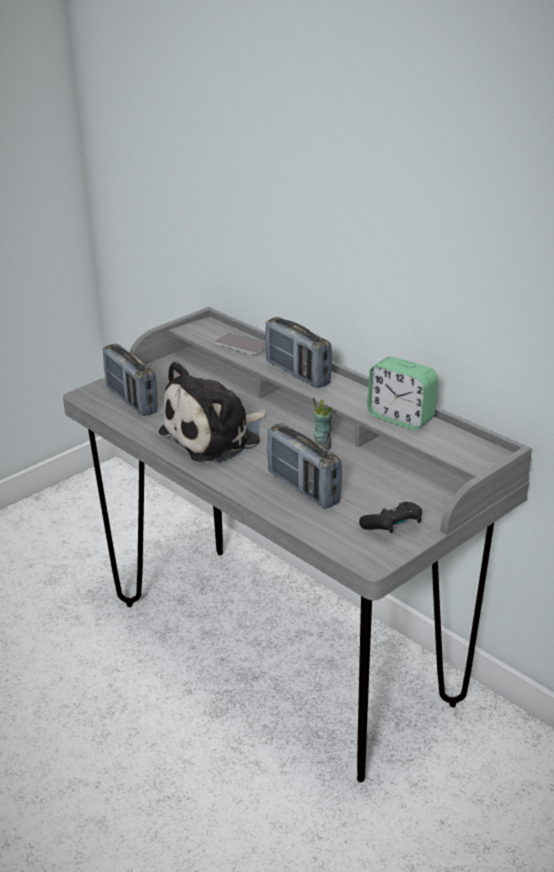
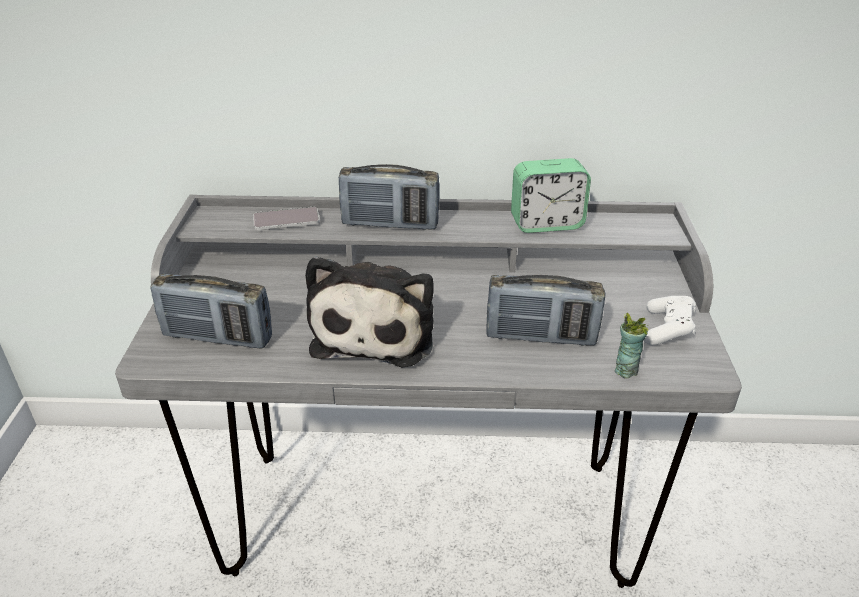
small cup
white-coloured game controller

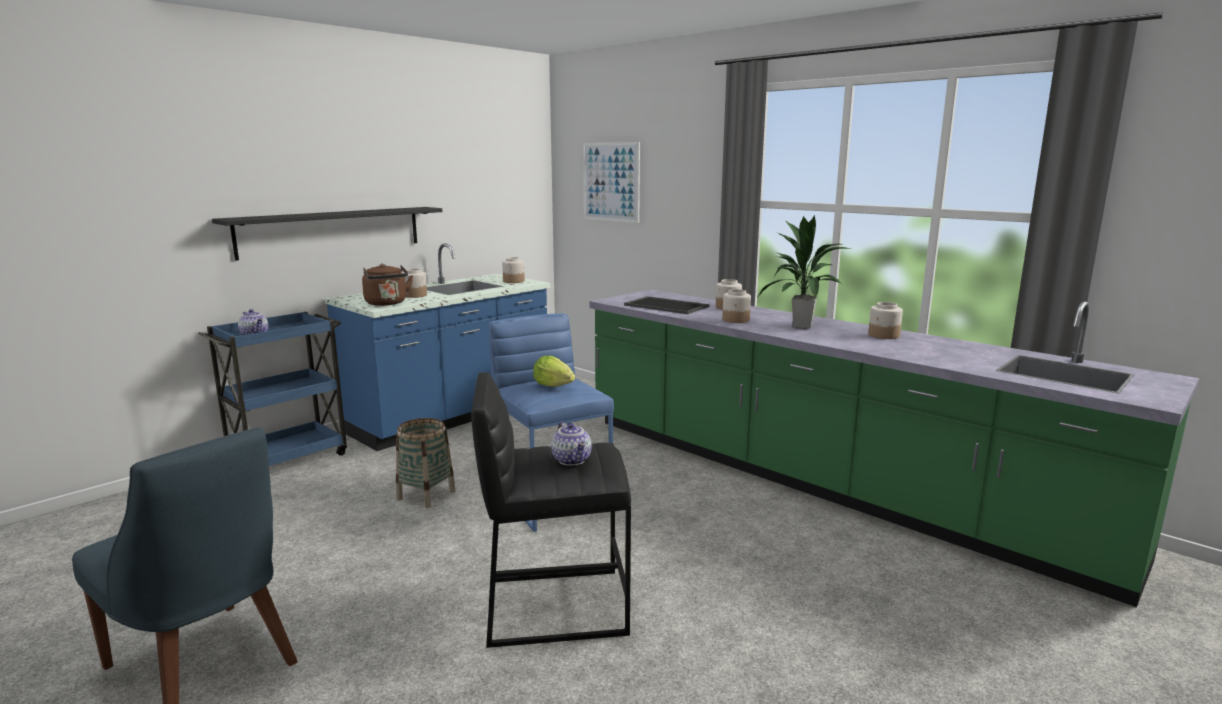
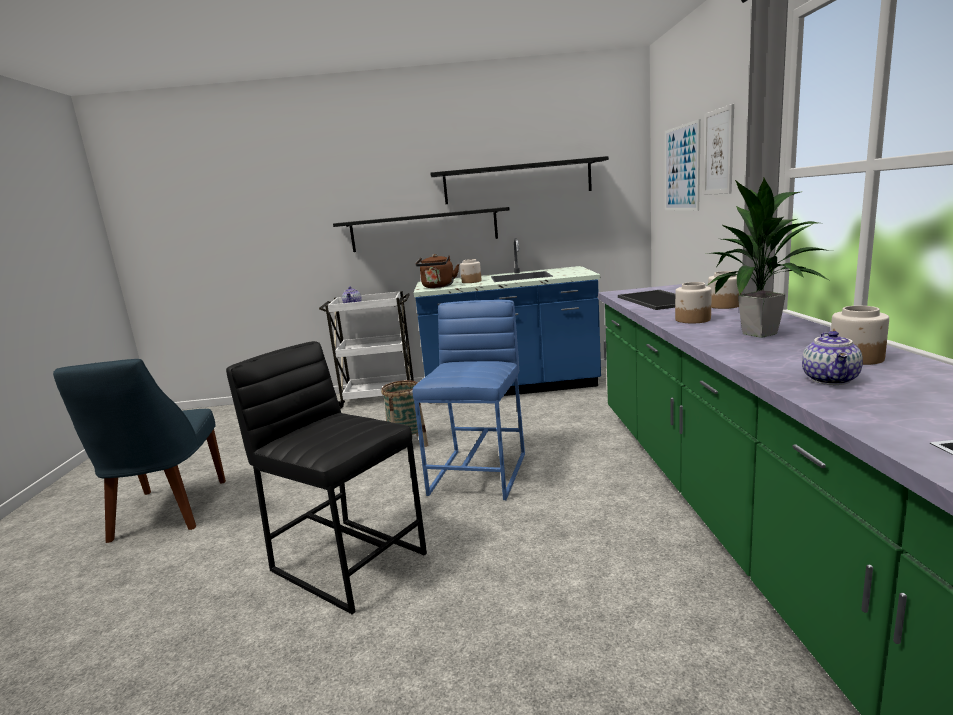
jar (2nd from left in the first image)
white-coloured wheeled cart
lettuce head
teapot (2nd from left)
wall art (2nd from left)
black shelf (2nd from left)

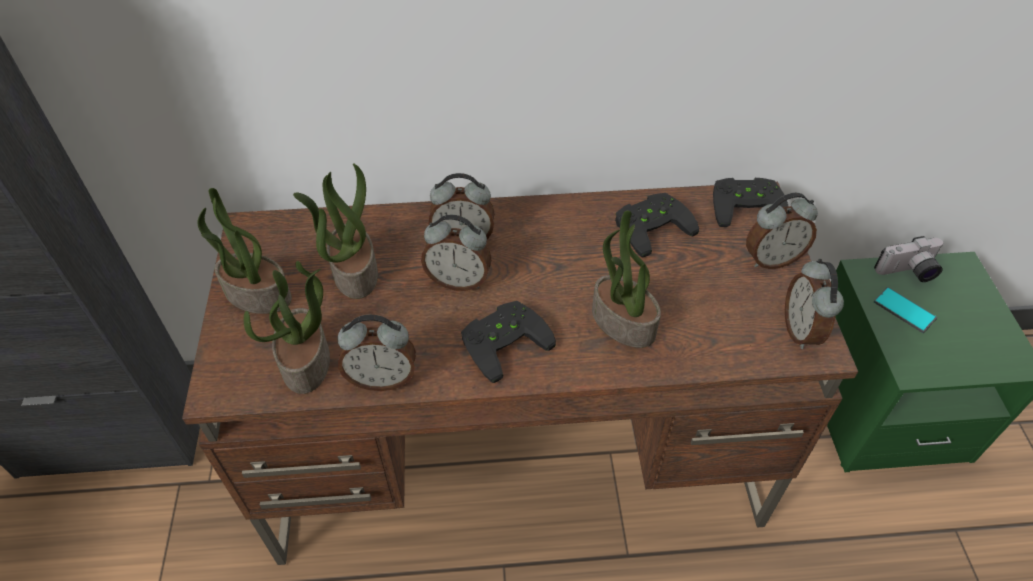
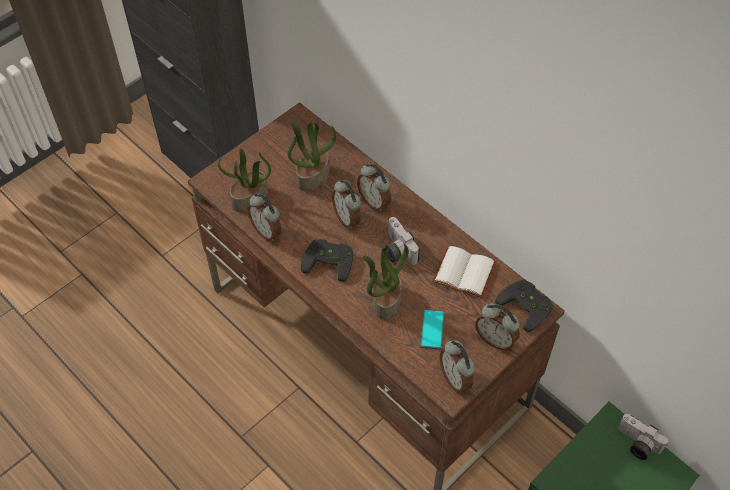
plant in a pot (1st from left in the first image)
white-coloured bound book
table clock (4th from left)
telephone
photo camera (1st from left)

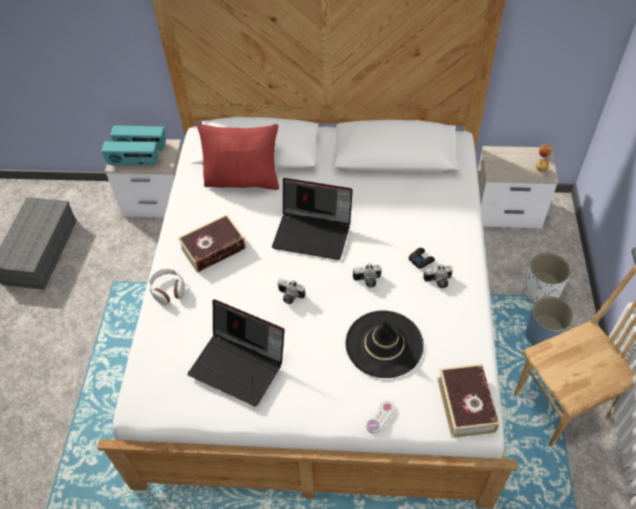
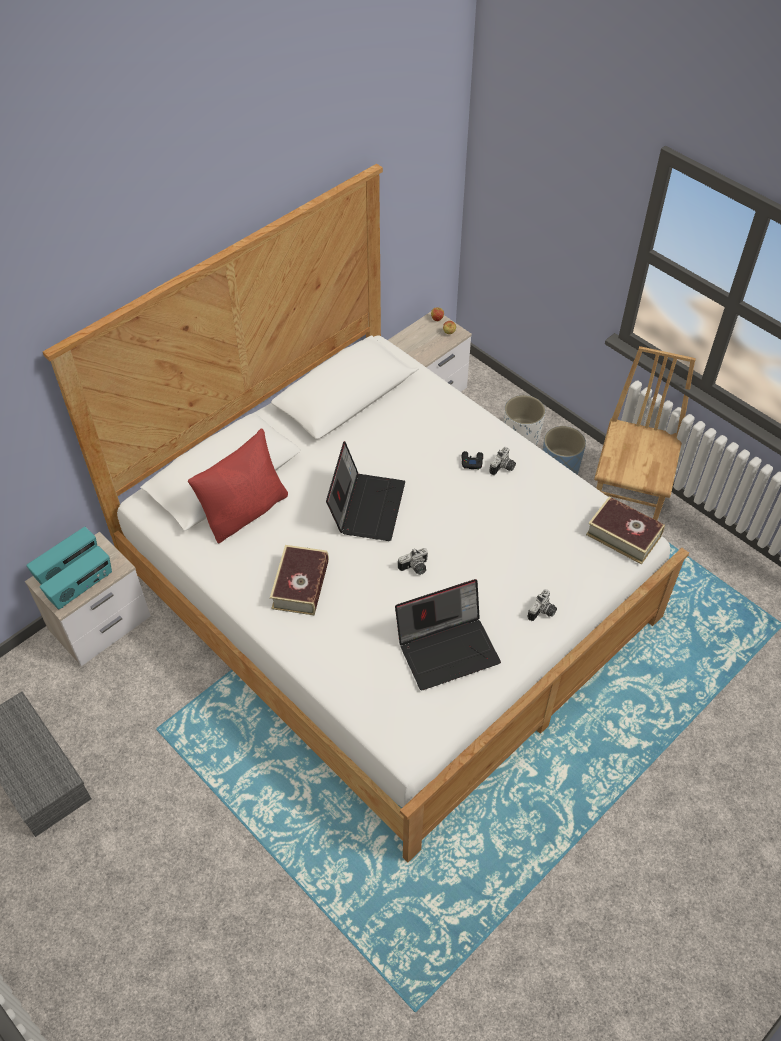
notebook computer (1st from left)
photo camera (3rd from left)
headset
black hat
white-coloured game controller

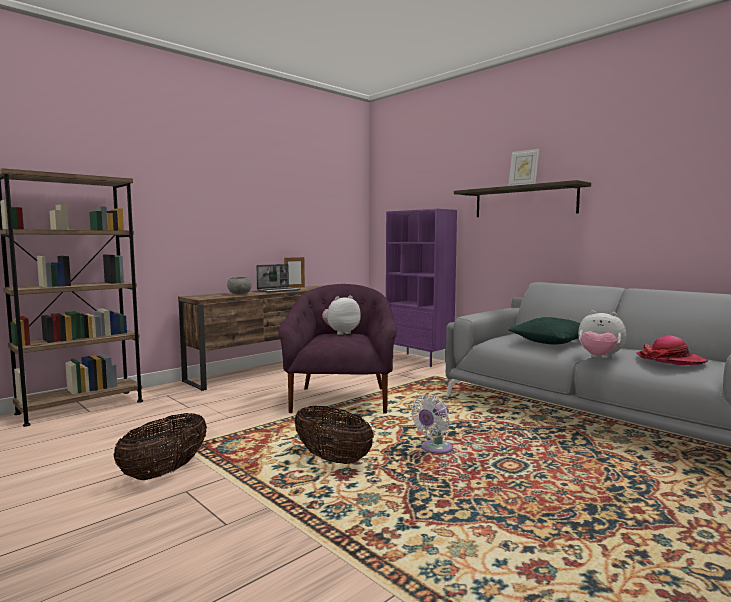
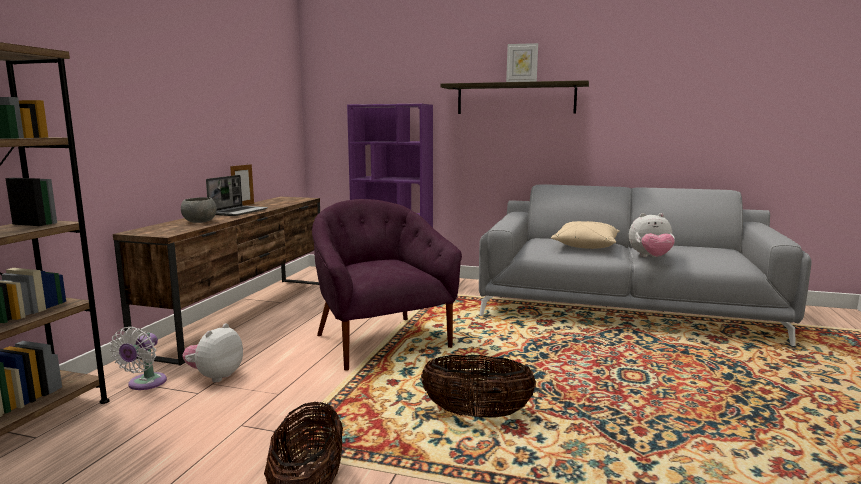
plush toy (1st from left)
beige throw pillow
hat
white-coloured fan

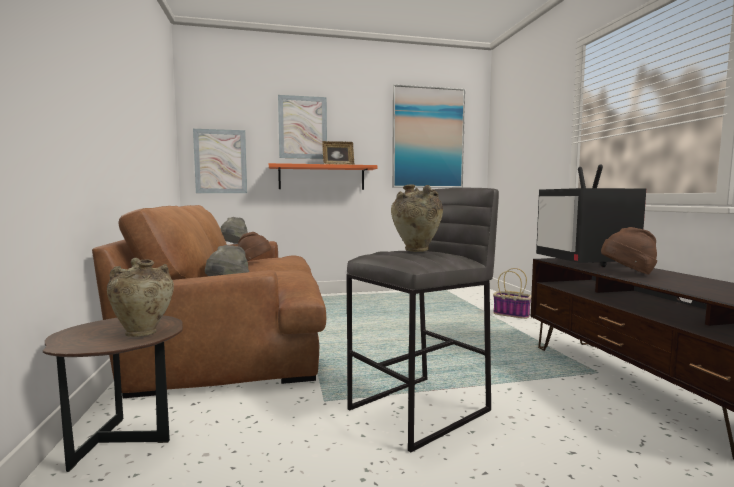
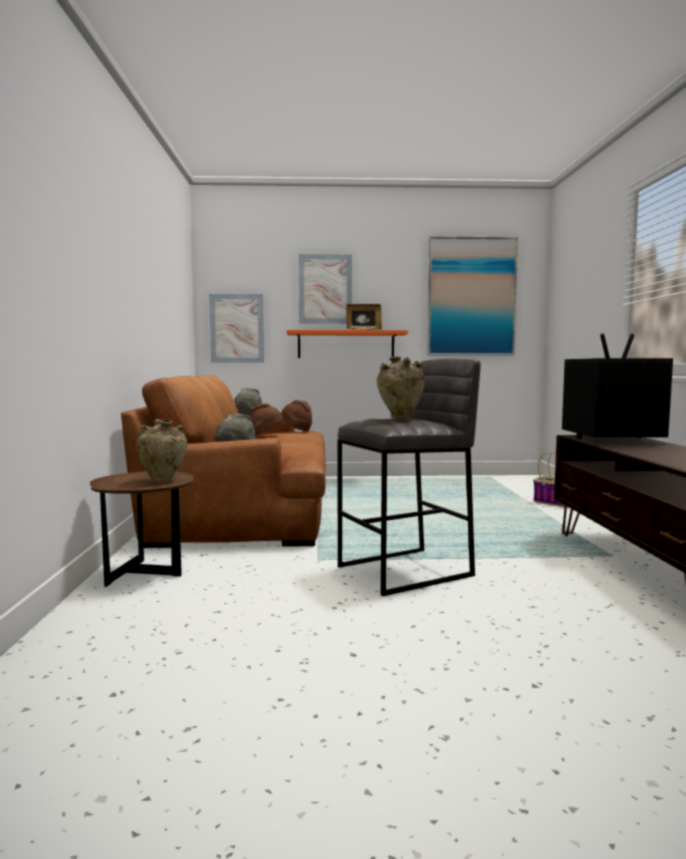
television
brown hat (2nd from left)

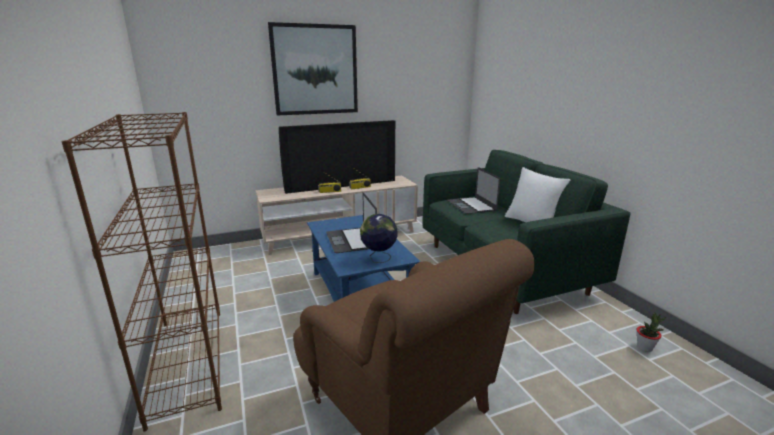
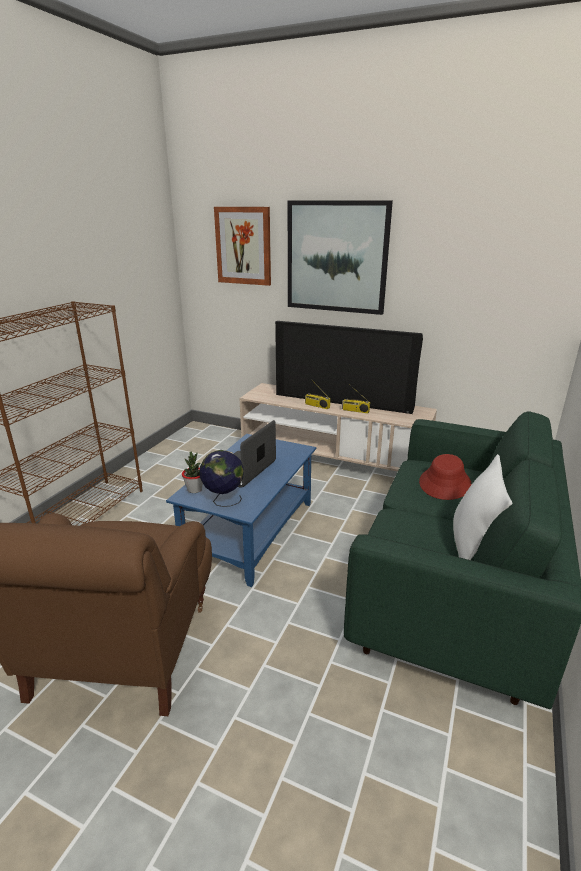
reddish hat
plant in a pot
wall art (1st from left)

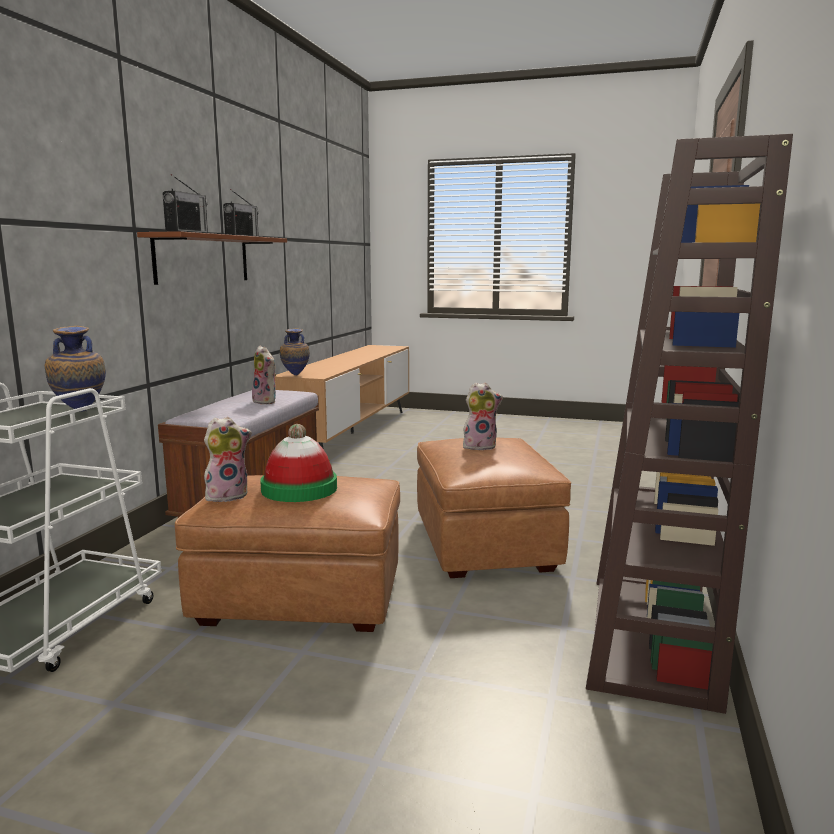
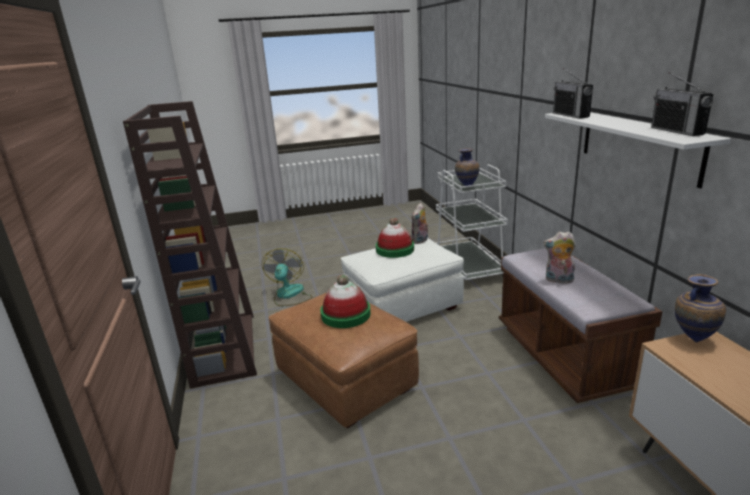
white-coloured shelf
hat (1st from left)
white-coloured ottoman
fan

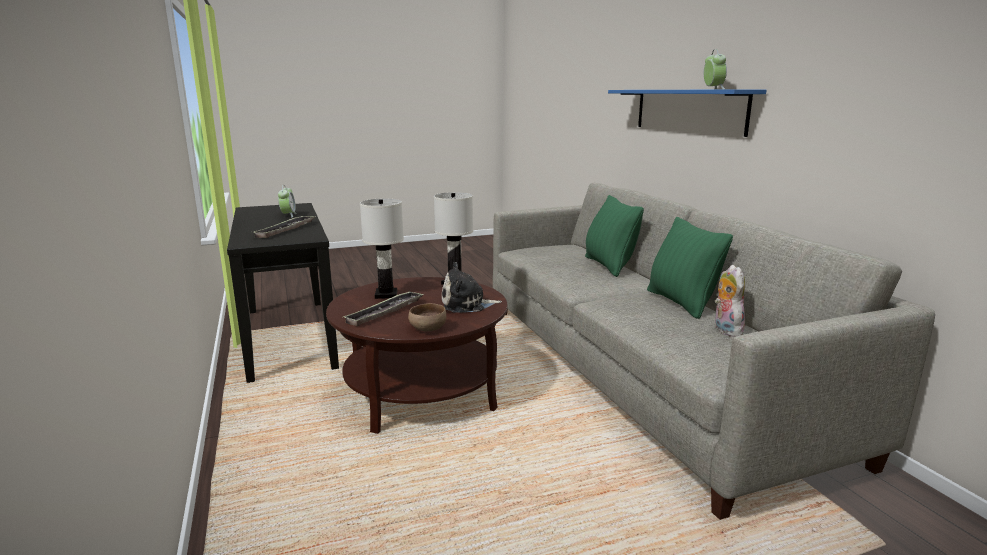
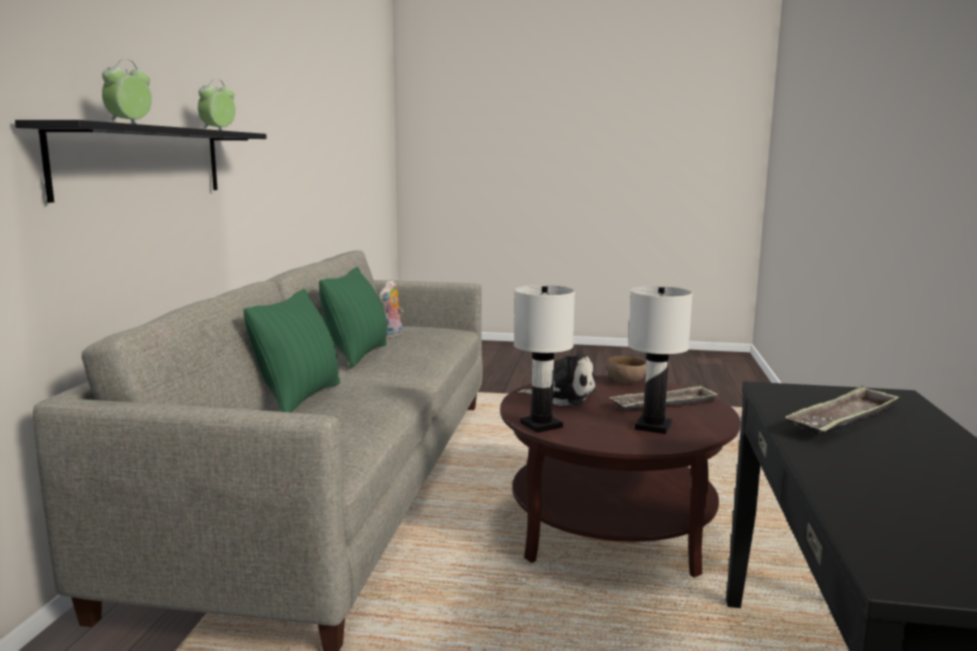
black shelf
table clock (1st from left)

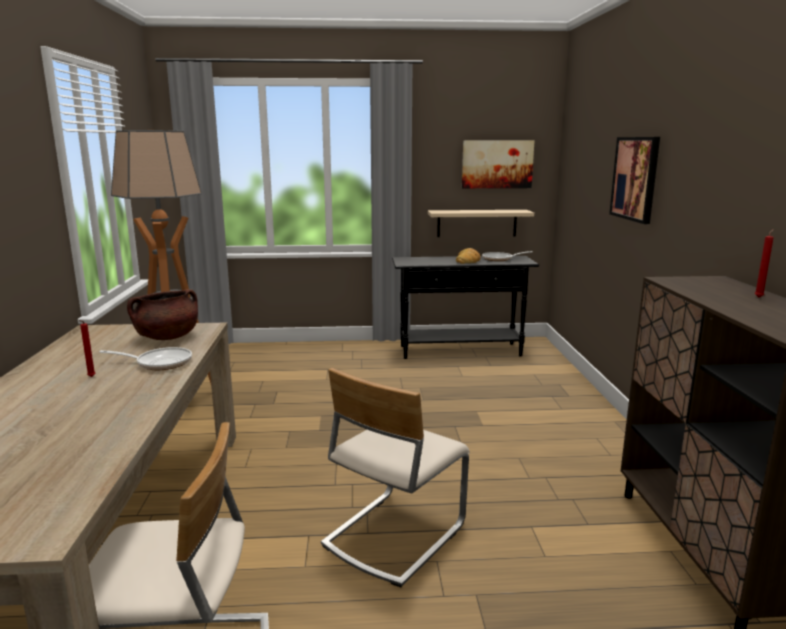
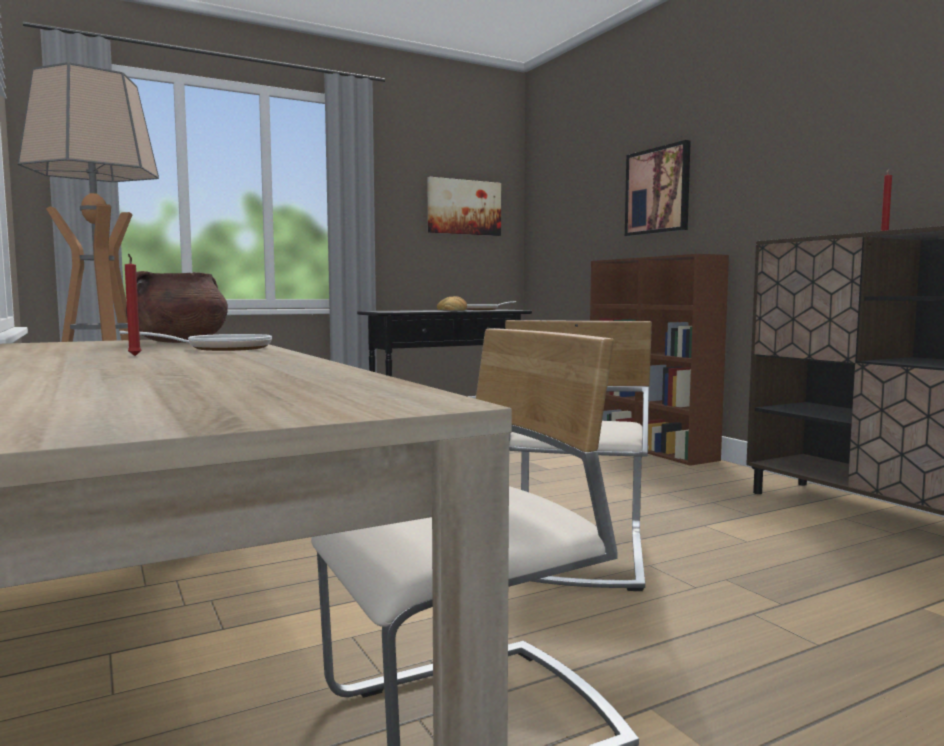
beige shelf
brown bookcase

